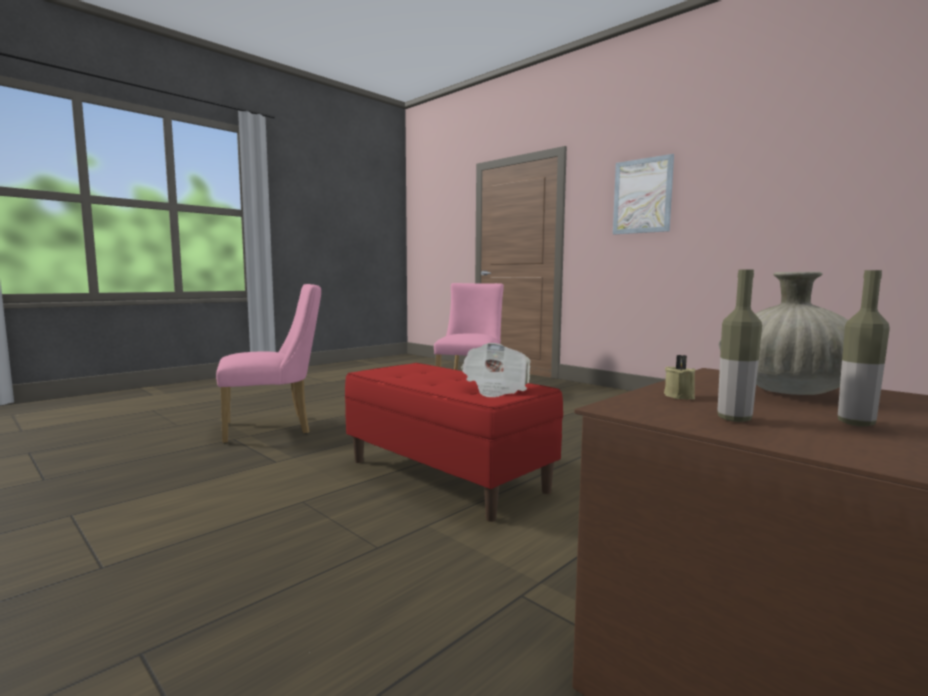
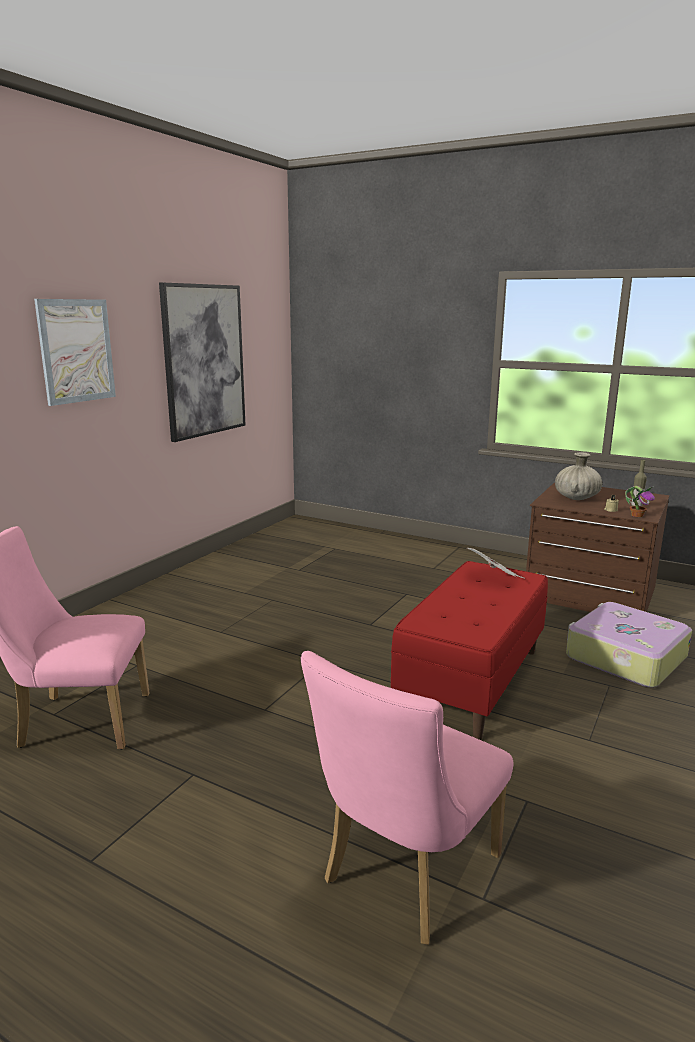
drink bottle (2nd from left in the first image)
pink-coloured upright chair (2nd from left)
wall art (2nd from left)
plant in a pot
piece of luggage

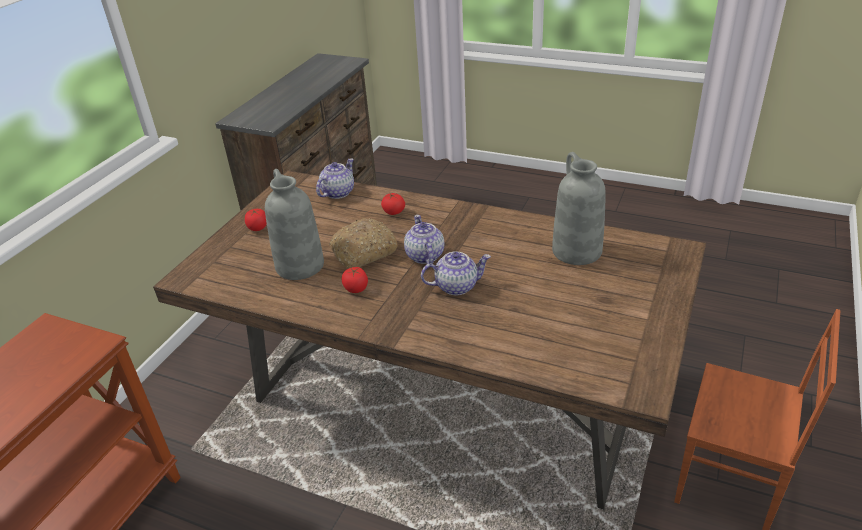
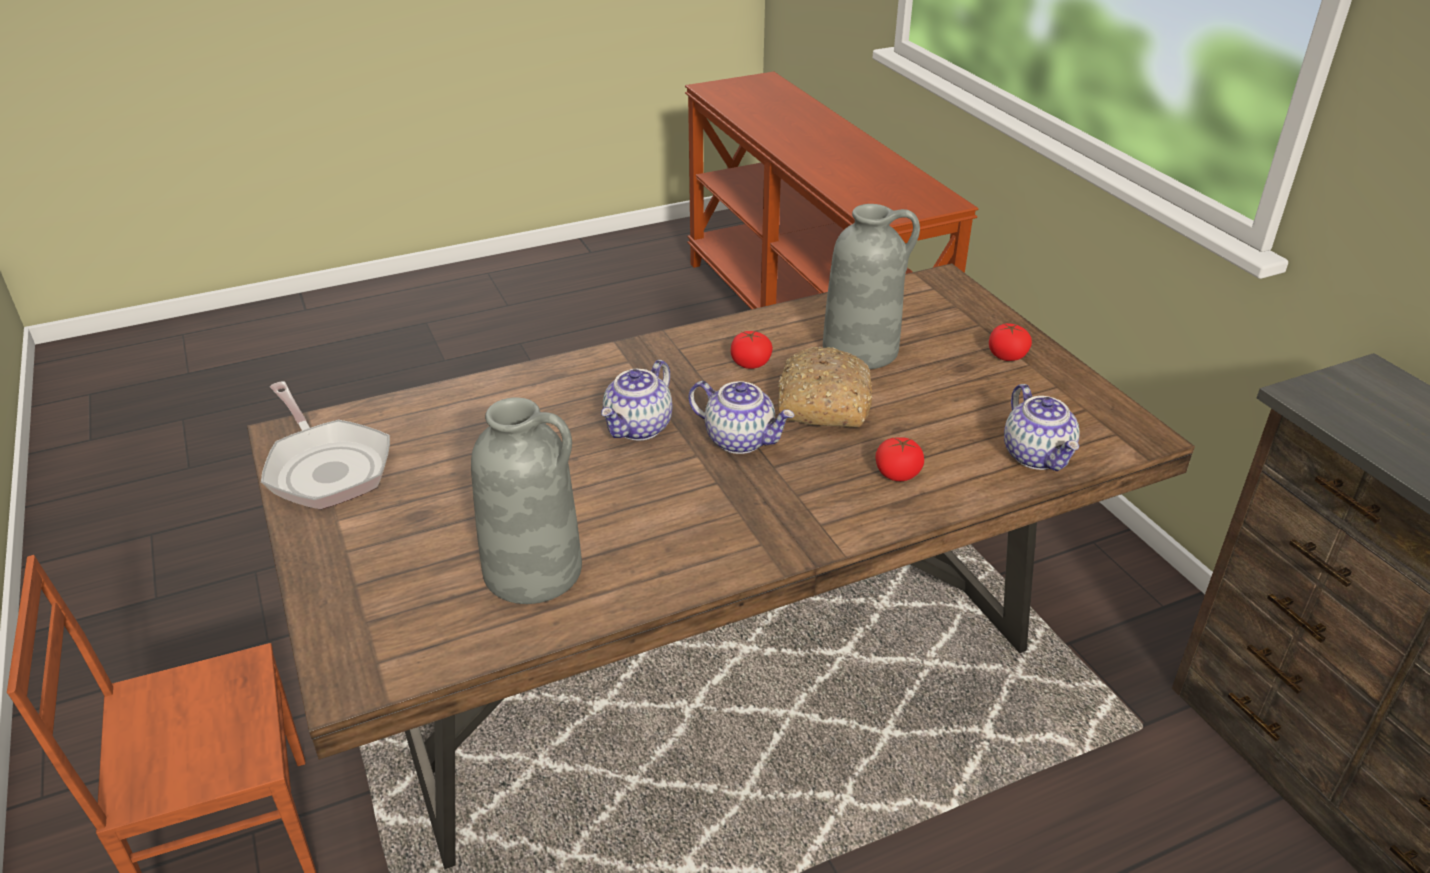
skillet

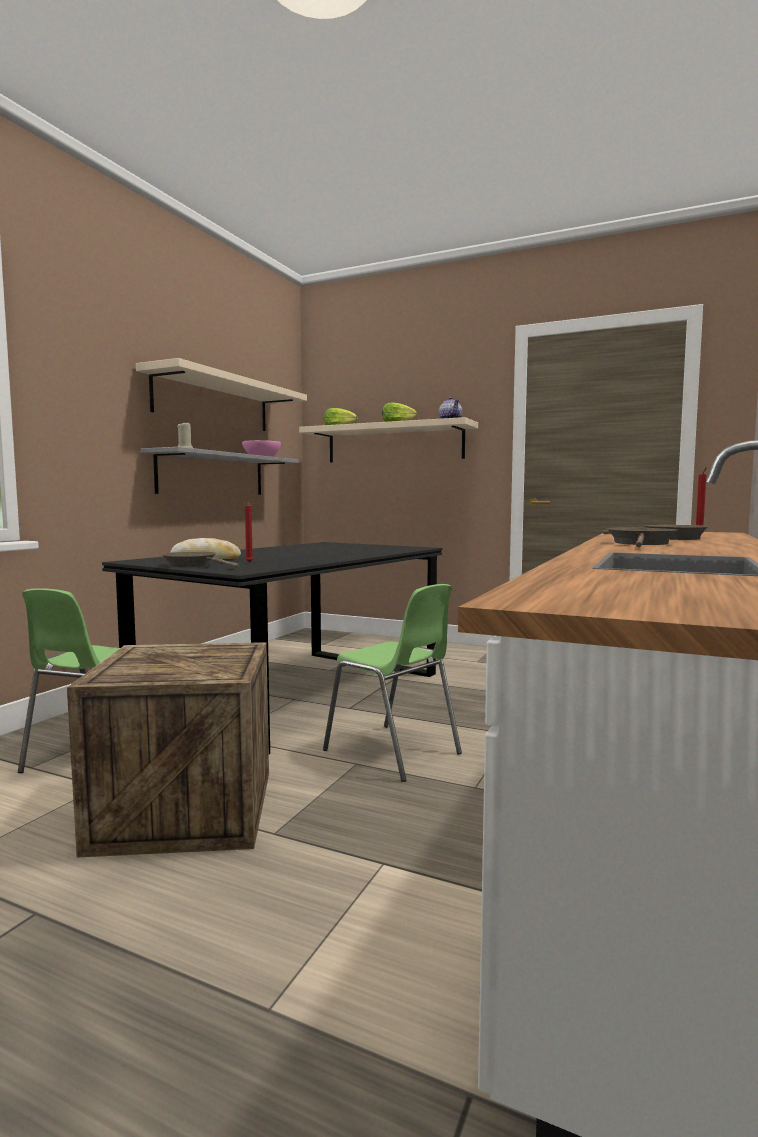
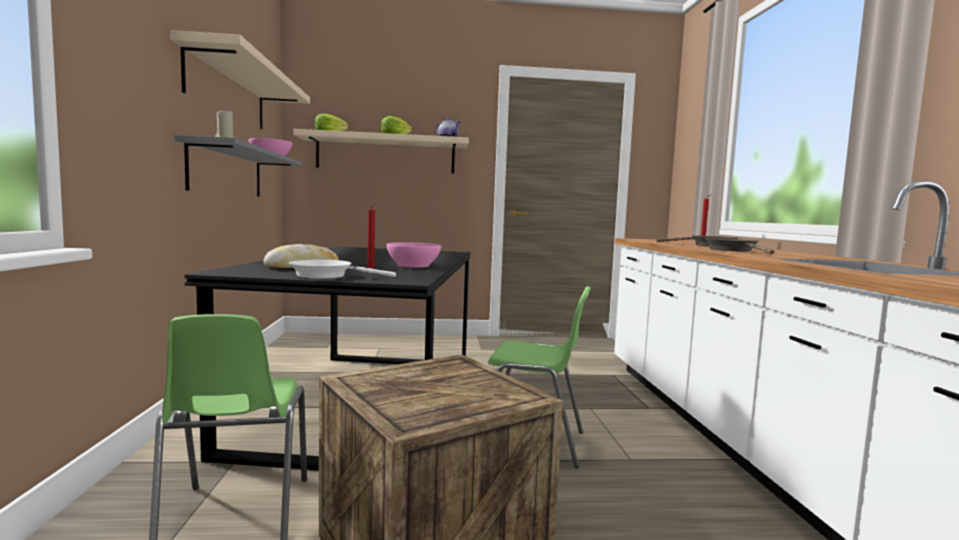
white-coloured skillet
pink-coloured bowl (2nd from left)

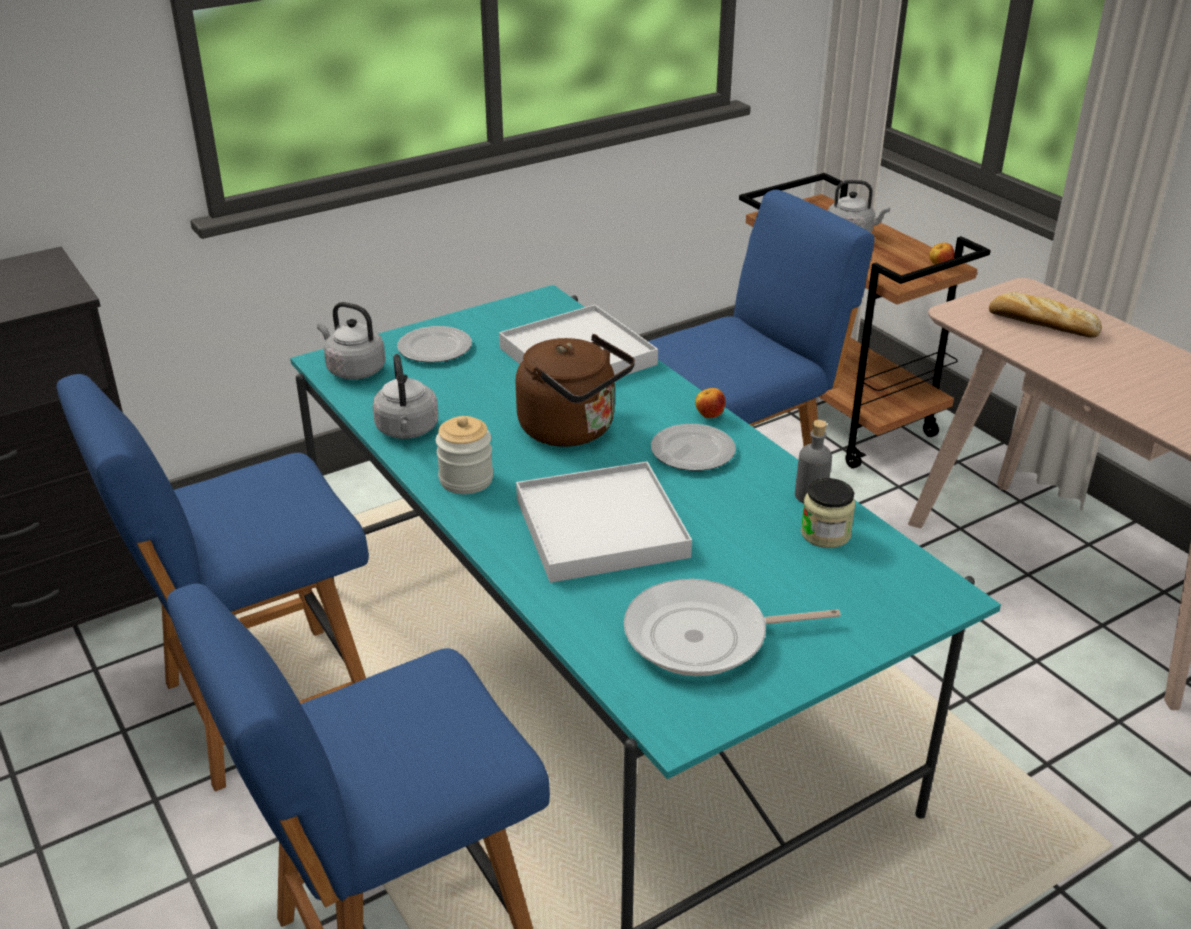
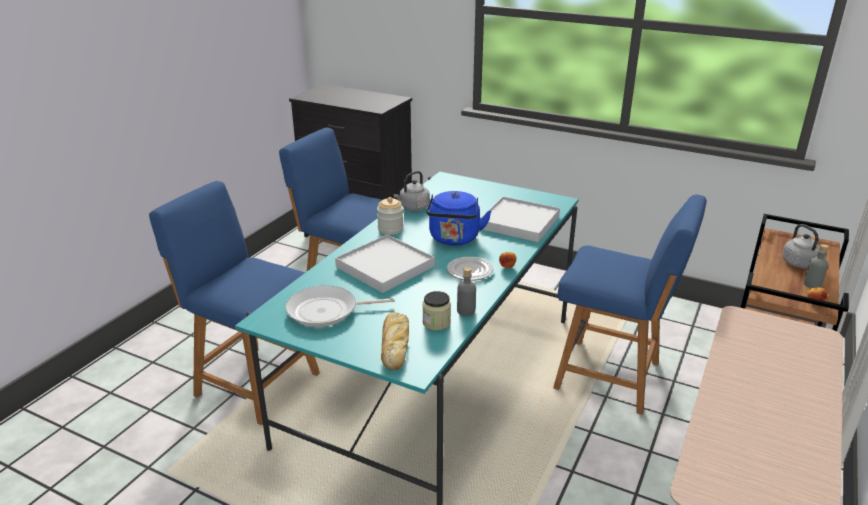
baked bread
grey kettle (1st from left in the first image)
flat dish (1st from left in the first image)
bluish kettle
skillet
grey drink bottle (2nd from left)

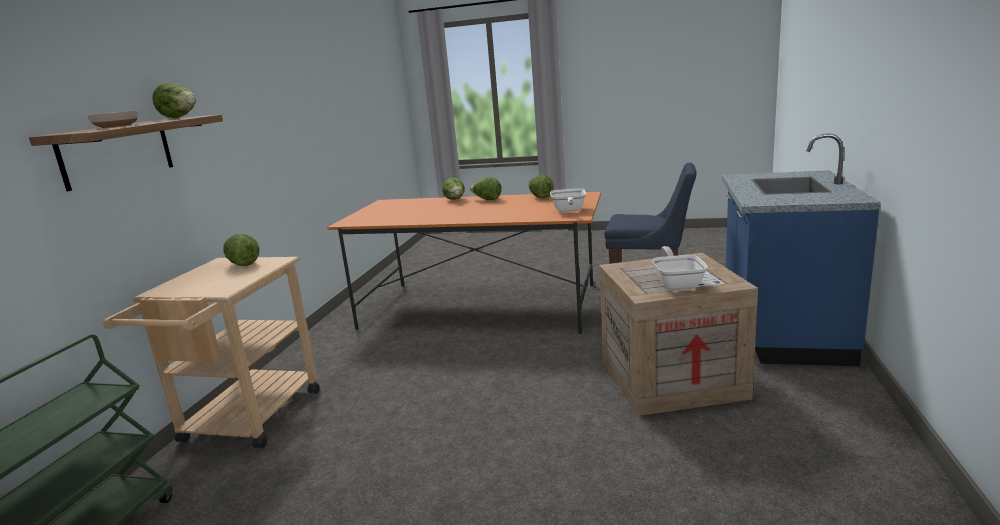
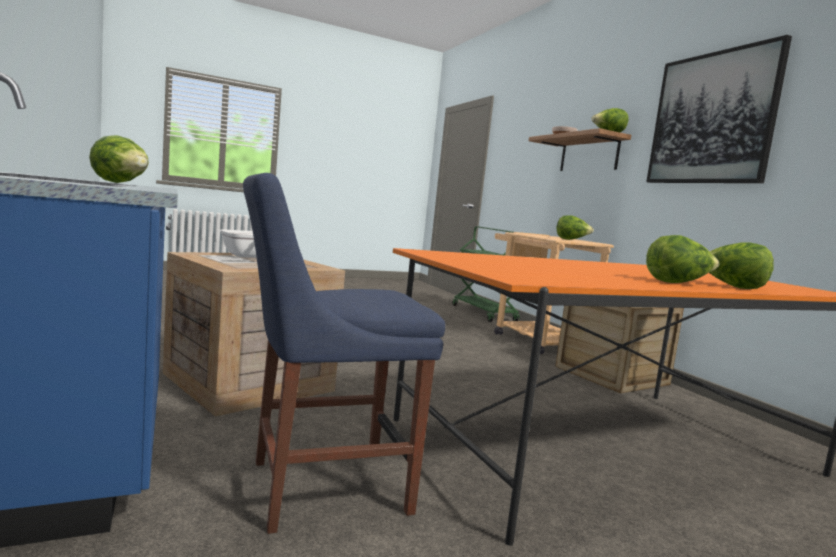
lettuce head (1st from left)
skillet (1st from left in the first image)
wall art
crate (2nd from left)

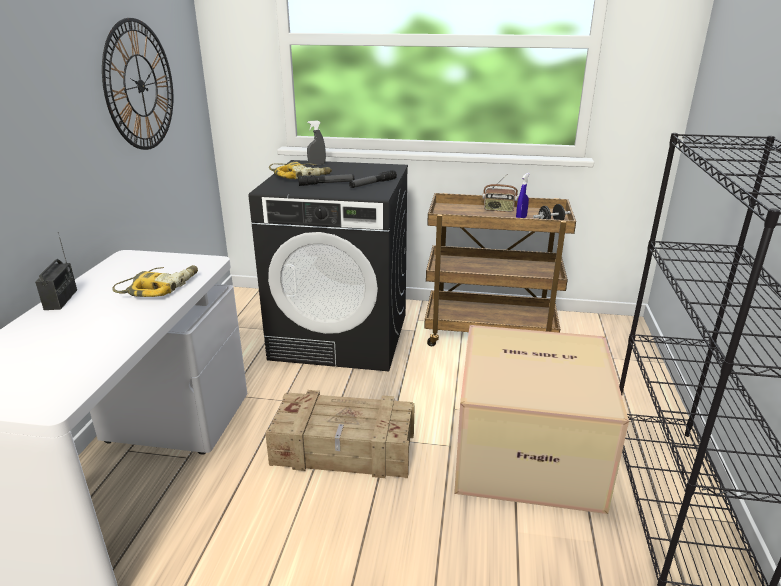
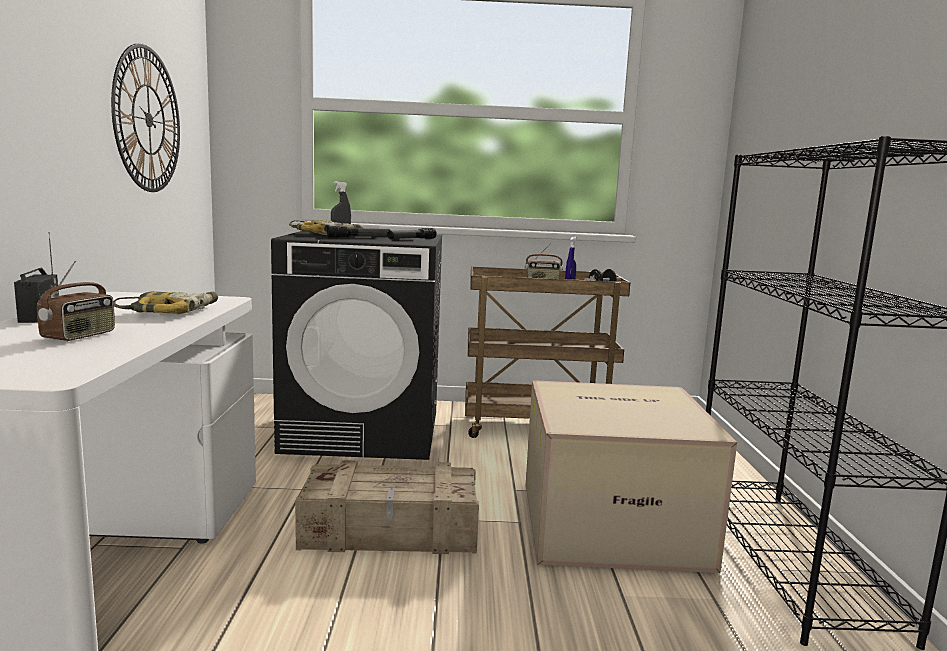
radio (2nd from left)

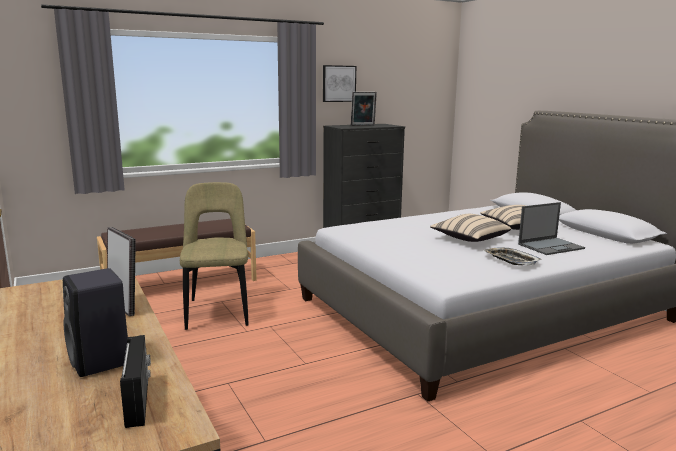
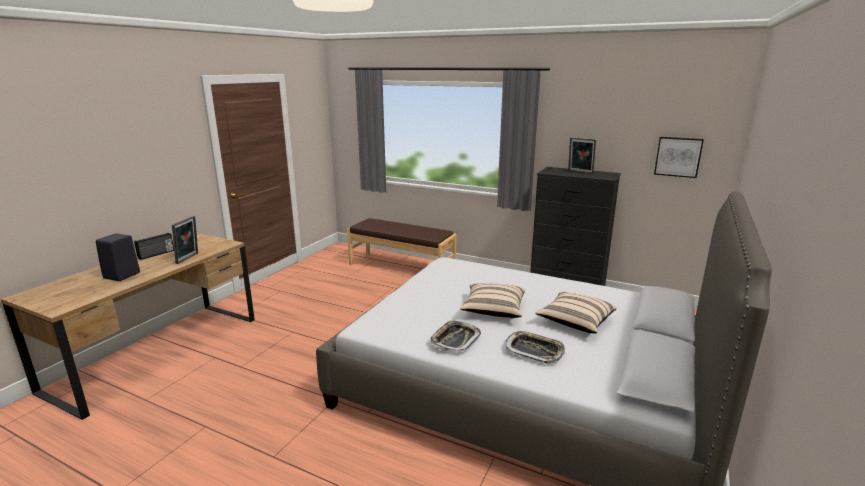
wall art
beige upright chair
serving tray (2nd from left)
radio

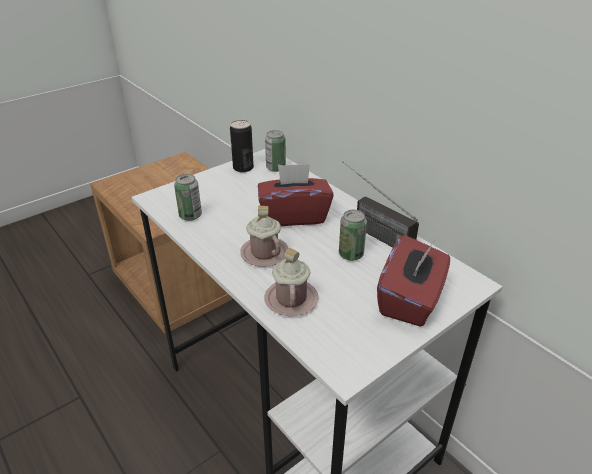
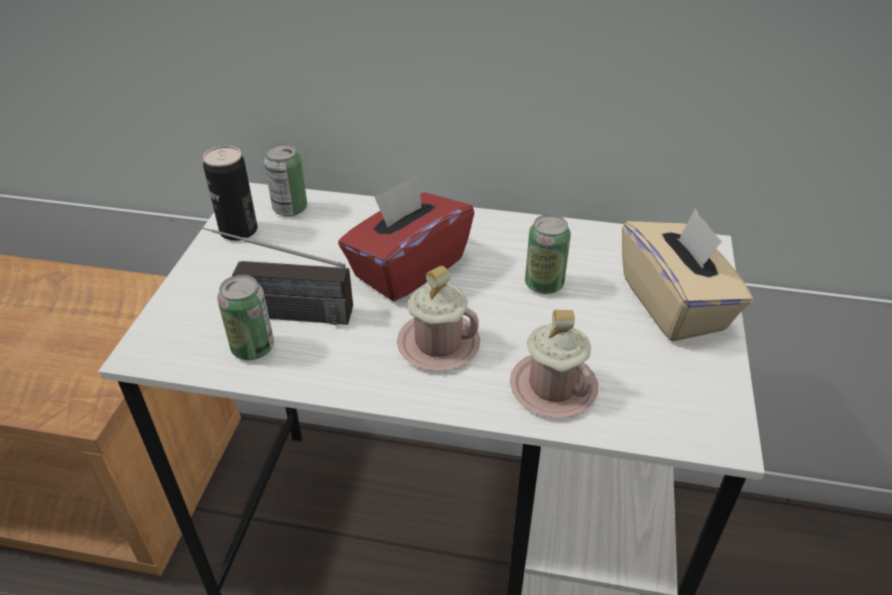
radio
beige box of tissues

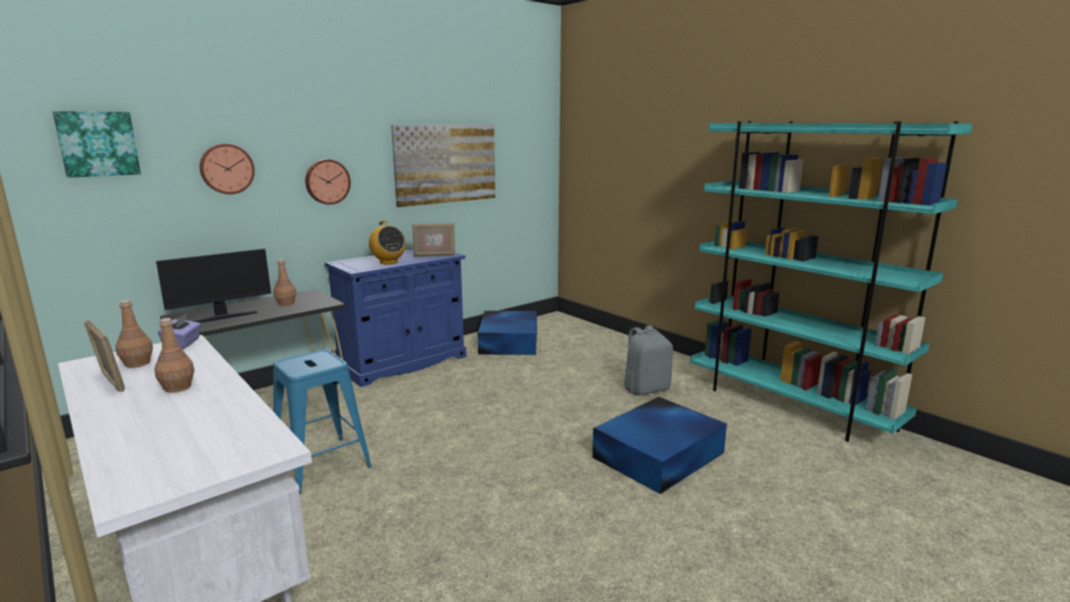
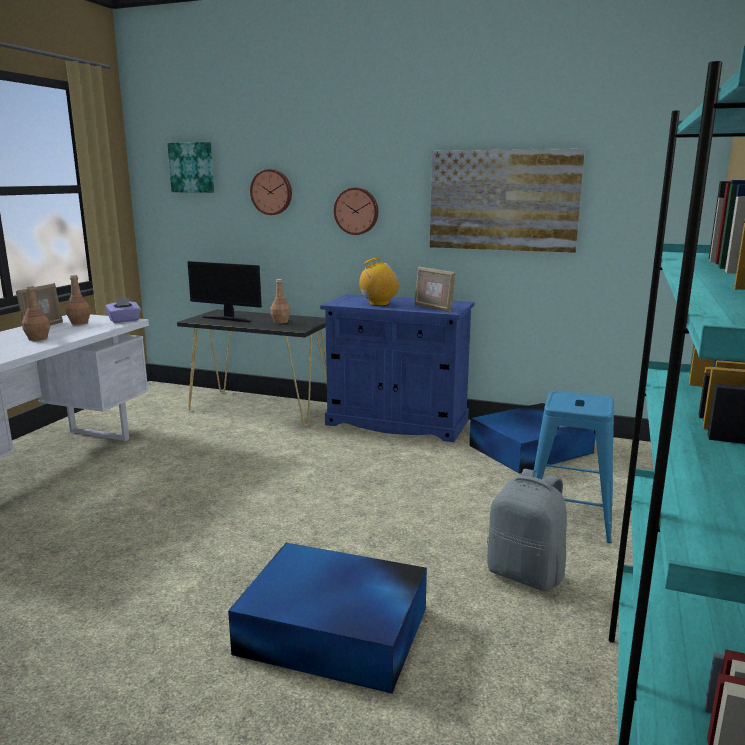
radio
bluish stool

